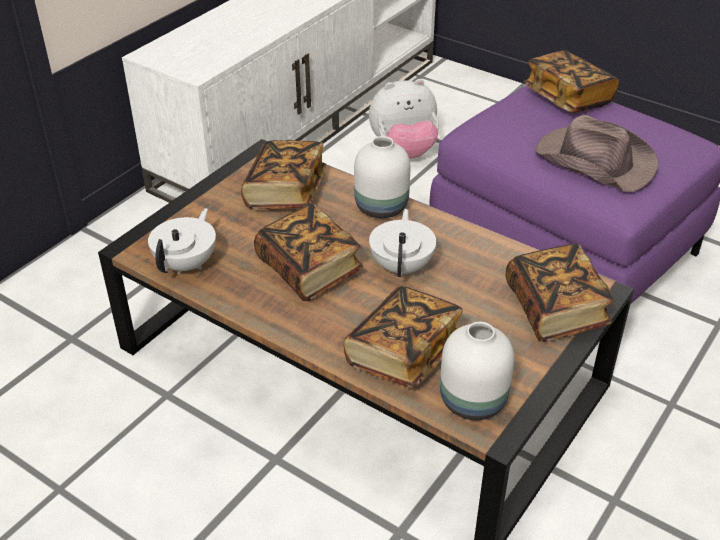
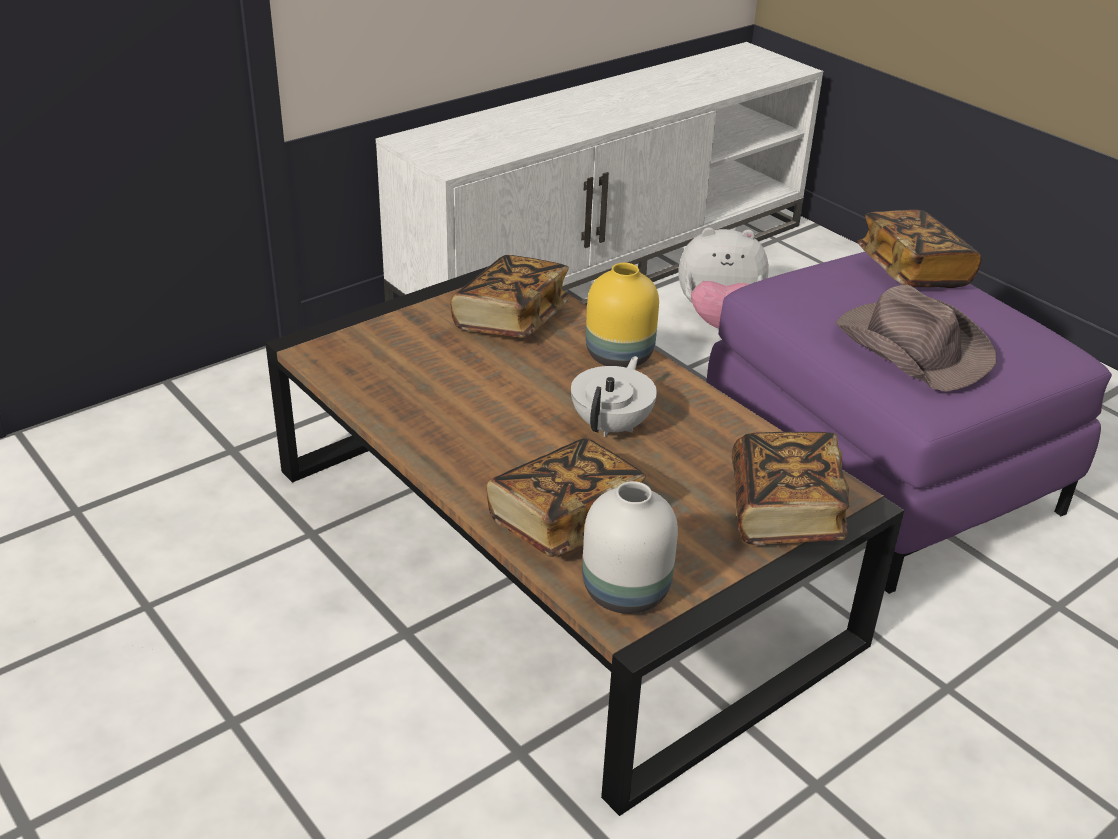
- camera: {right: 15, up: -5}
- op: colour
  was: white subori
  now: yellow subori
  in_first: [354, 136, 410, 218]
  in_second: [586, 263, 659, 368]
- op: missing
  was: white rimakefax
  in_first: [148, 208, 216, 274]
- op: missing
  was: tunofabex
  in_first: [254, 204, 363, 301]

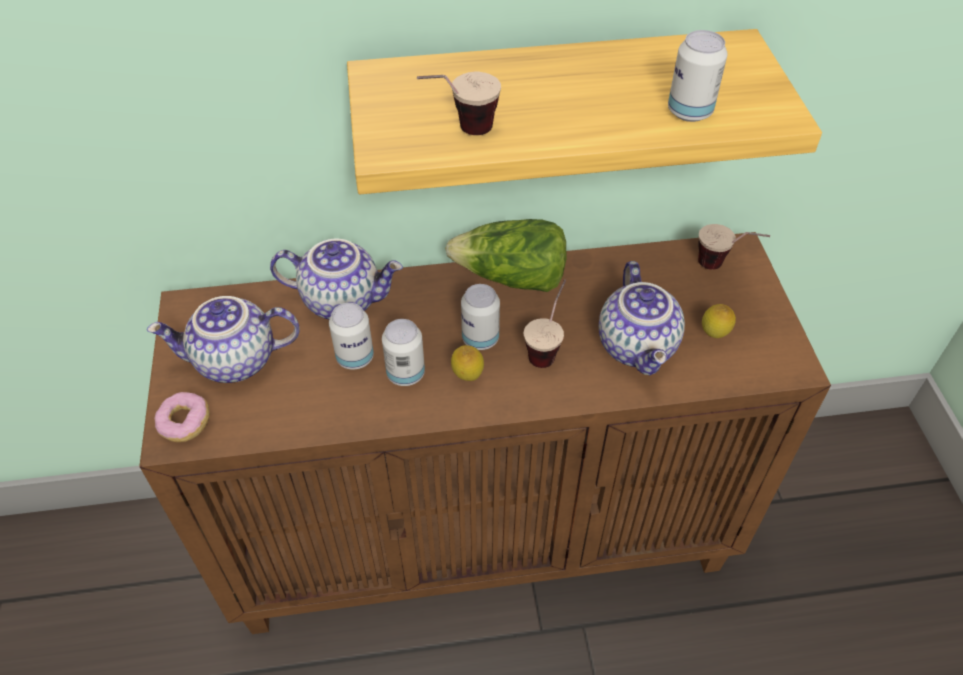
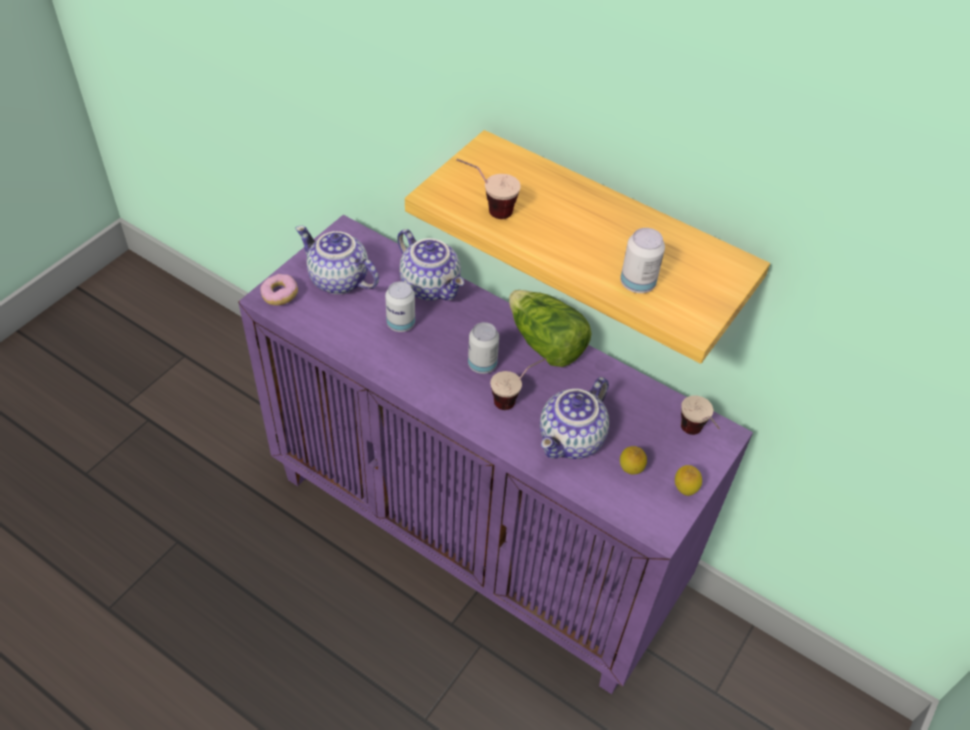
- camera: {right: 40, up: 0}
- op: colour
  was: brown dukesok
  now: purple dukesok
  in_first: [139, 232, 831, 634]
  in_second: [238, 215, 753, 694]
- op: relocated
  was: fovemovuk
  in_first: [451, 345, 484, 381]
  in_second: [675, 465, 702, 496]
- op: missing
  was: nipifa
  in_first: [382, 319, 425, 386]

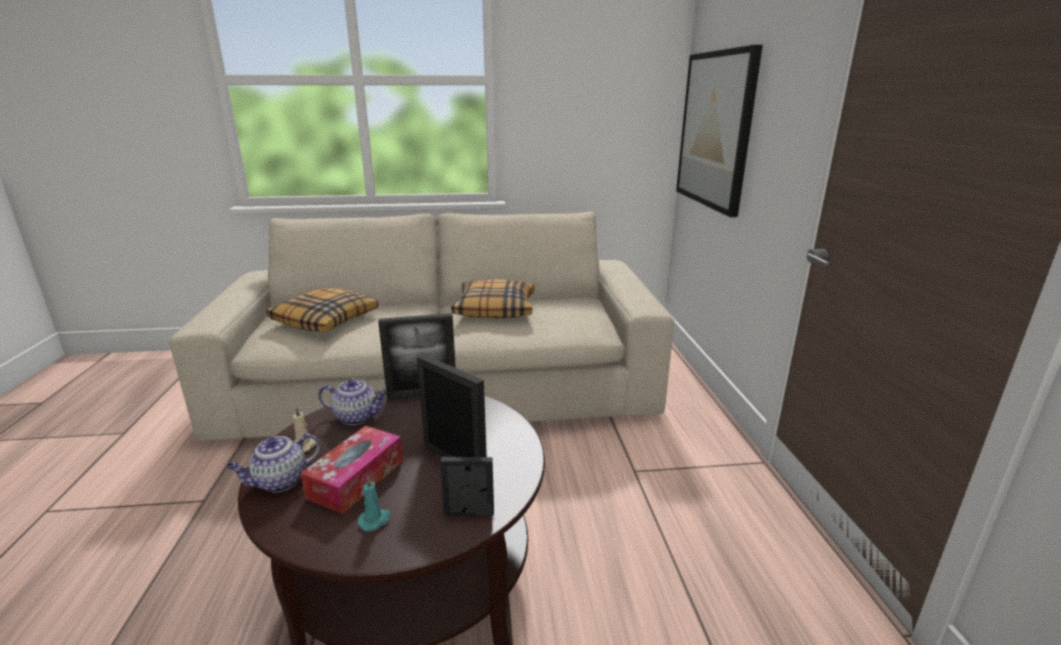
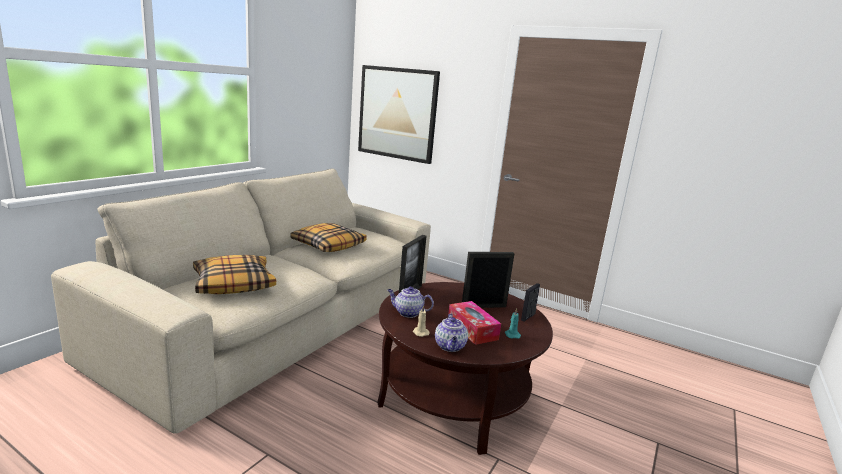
- camera: {right: -55, up: -5}
- op: spun
  was: rimakefax
  in_first: [318, 379, 388, 425]
  in_second: [387, 286, 434, 318]
  clockwise: -120

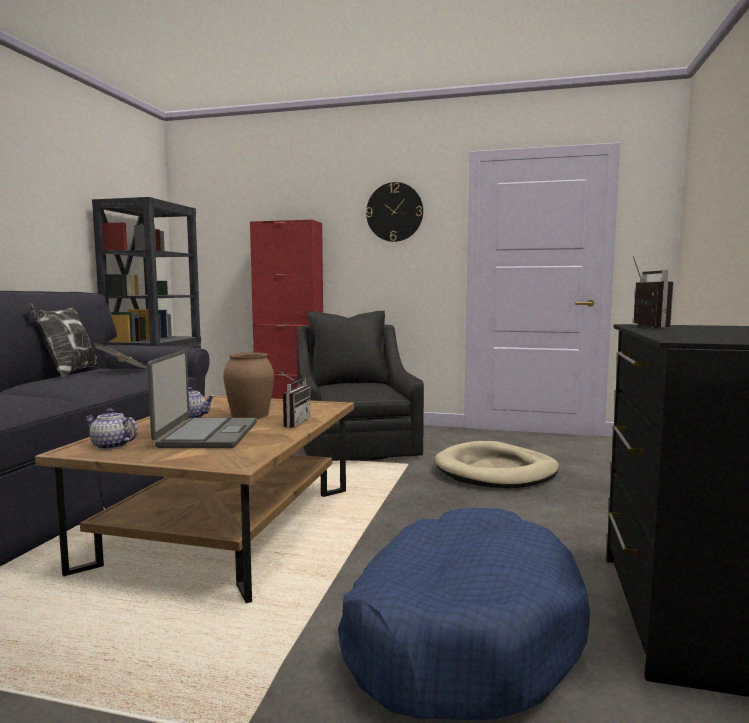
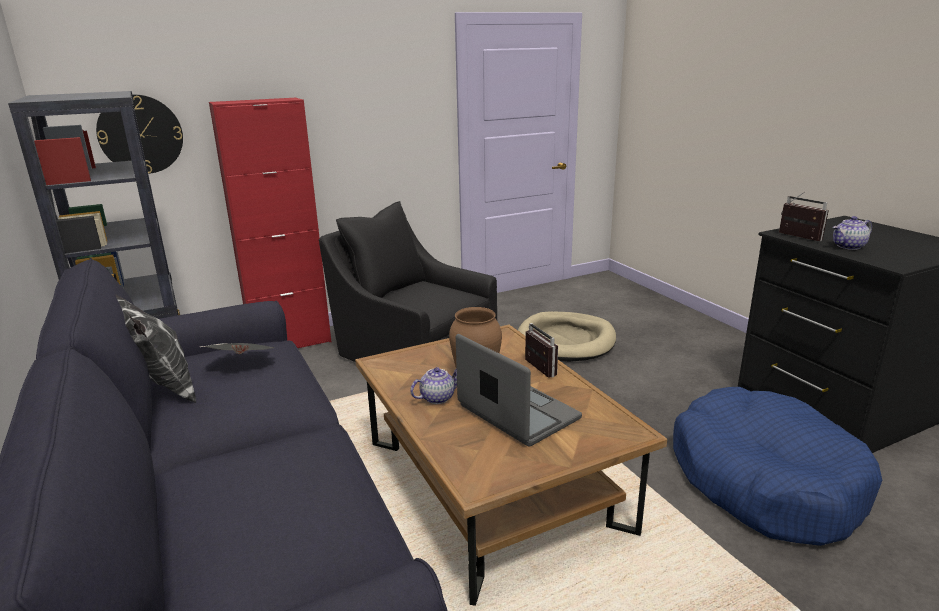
- camera: {right: -40, up: 15}
- op: relocated
  was: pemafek
  in_first: [366, 182, 423, 242]
  in_second: [96, 94, 183, 174]
- op: relocated
  was: rimakefax
  in_first: [85, 409, 138, 450]
  in_second: [833, 216, 872, 250]

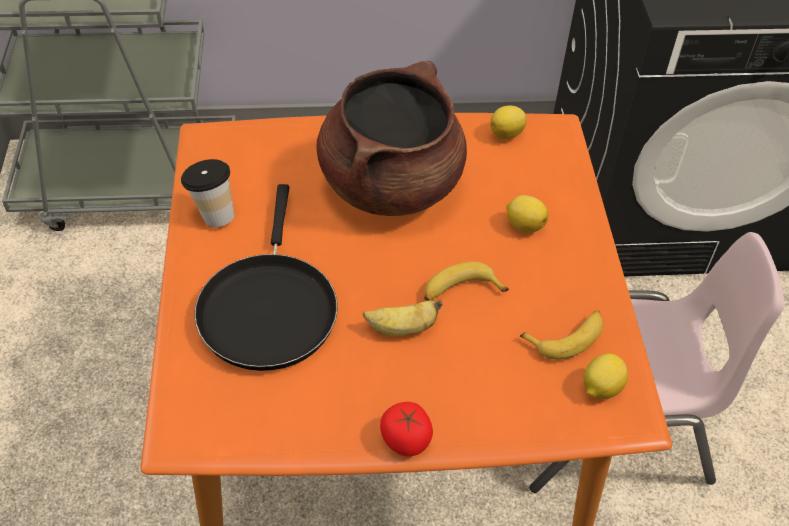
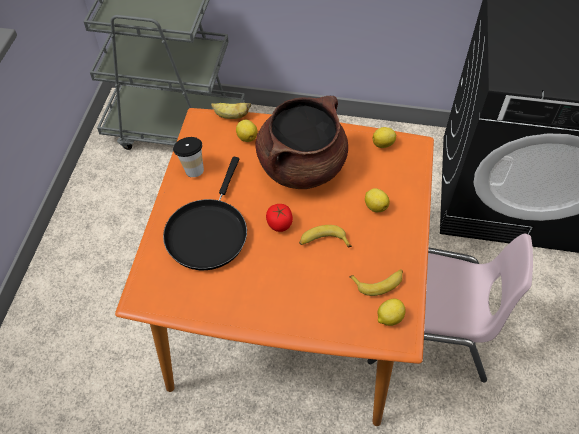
- camera: {right: 15, up: 5}
- op: relocated
  was: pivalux
  in_first: [363, 300, 443, 336]
  in_second: [211, 103, 251, 119]
- op: appeared
  now: fovemovuk
  in_second: [236, 120, 258, 142]
- op: relocated
  was: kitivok
  in_first: [380, 402, 433, 456]
  in_second: [266, 204, 293, 232]

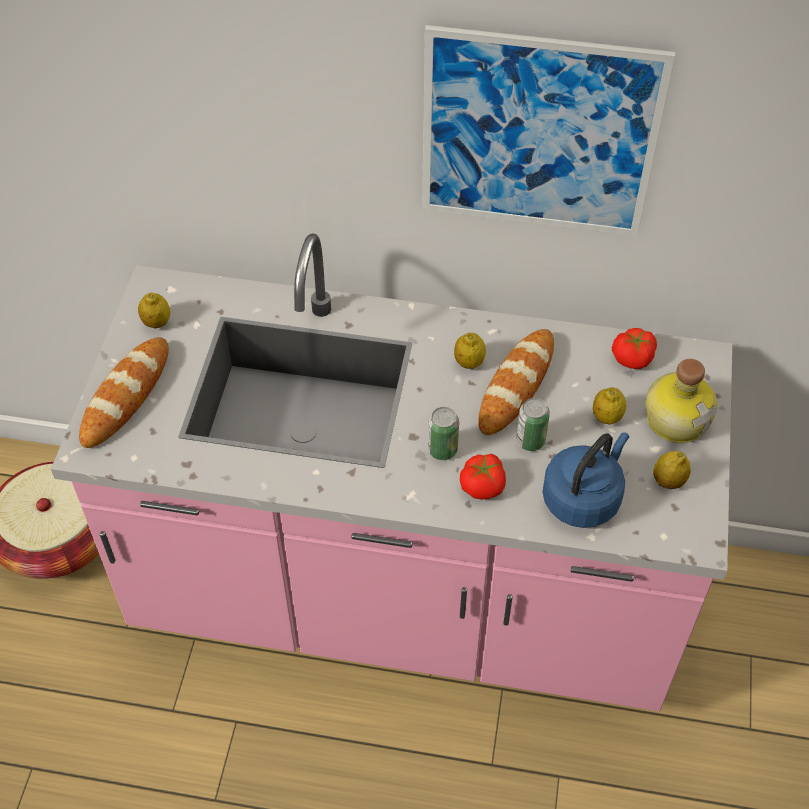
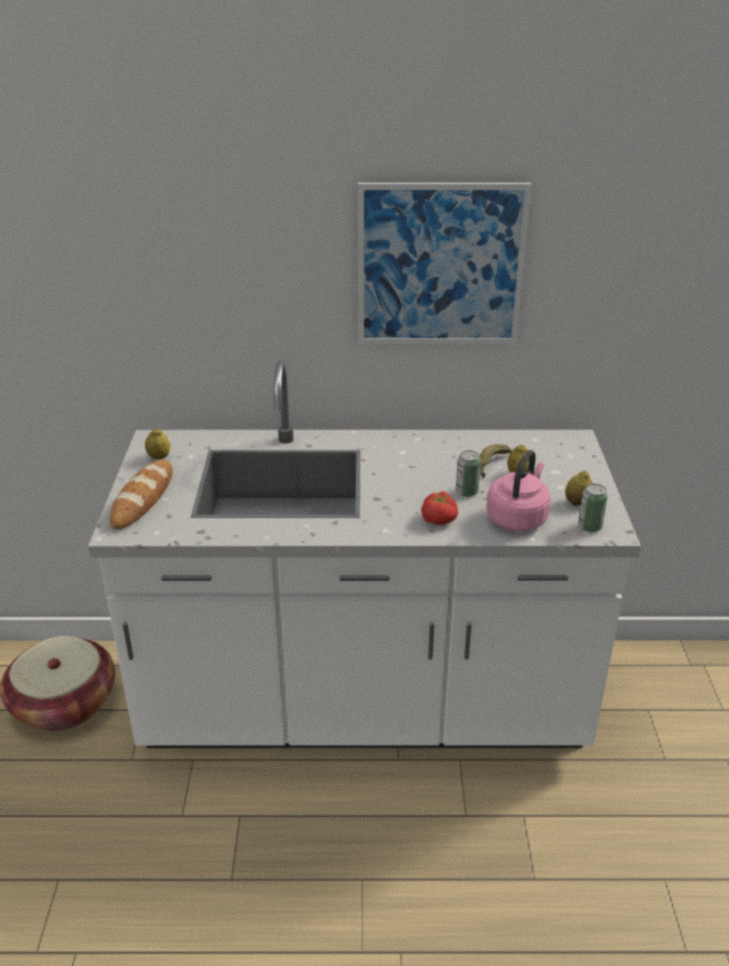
- camera: {right: -10, up: -20}
- op: colour
  was: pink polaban
  now: white polaban
  in_first: [51, 234, 732, 711]
  in_second: [88, 361, 641, 748]
- op: appeared
  now: pivalux
  in_second: [479, 444, 512, 478]
- op: colour
  was: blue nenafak
  now: pink nenafak
  in_first: [542, 432, 629, 528]
  in_second: [486, 450, 551, 531]
- op: relocated
  was: nipifa
  in_first: [428, 407, 459, 460]
  in_second: [578, 484, 608, 532]
- op: missing
  was: fovemovuk
  in_first: [454, 333, 486, 369]
- op: missing
  was: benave
  in_first: [478, 329, 554, 435]
- op: missing
  was: kitivok
  in_first: [612, 328, 657, 369]
- op: missing
  was: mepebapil
  in_first: [646, 359, 717, 443]

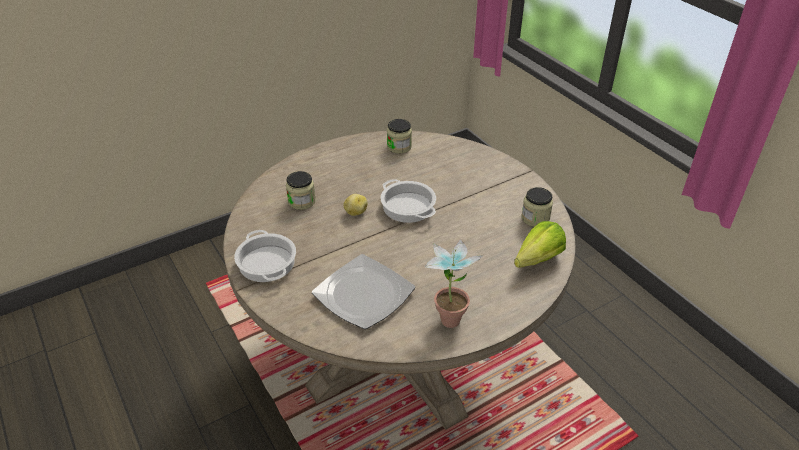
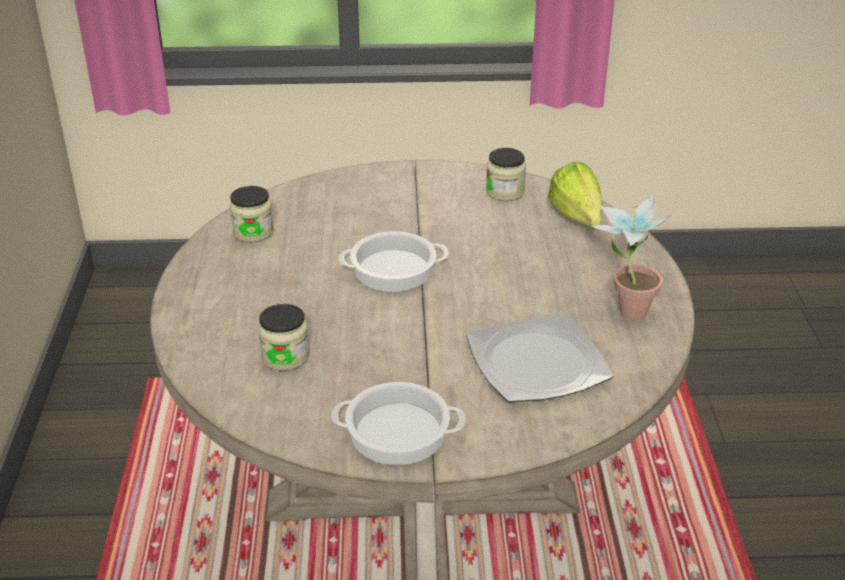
- camera: {right: -60, up: -5}
- op: missing
  was: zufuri
  in_first: [343, 194, 367, 216]

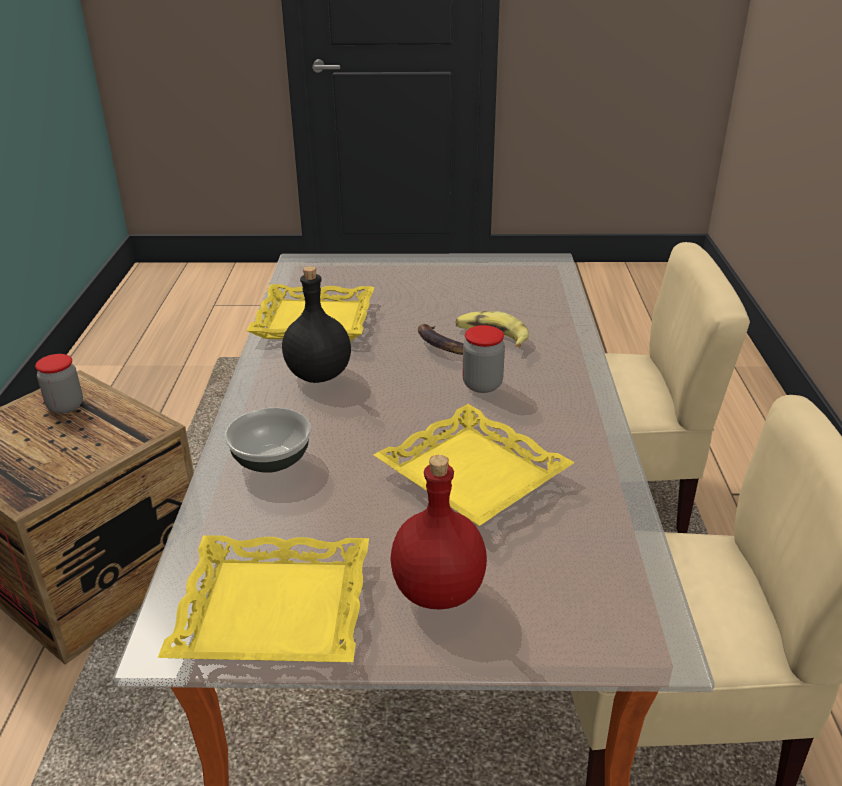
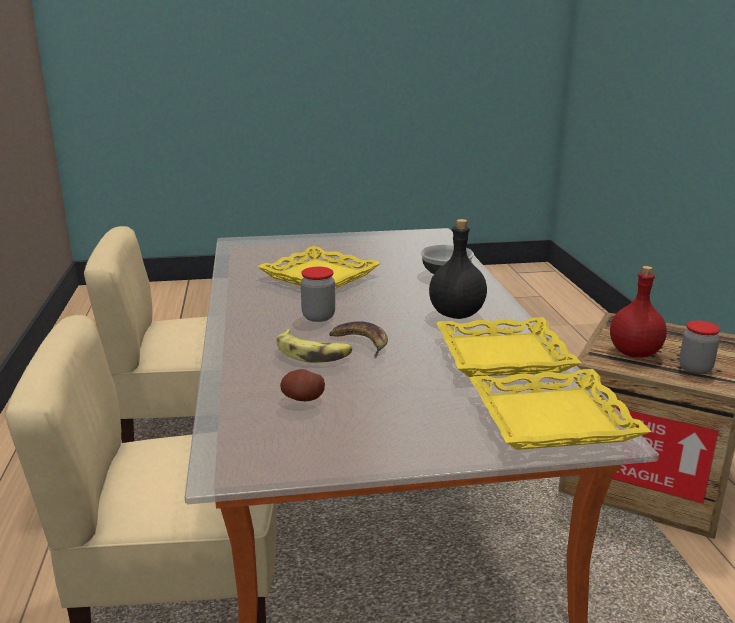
- camera: {right: 170, up: -10}
- op: appeared
  now: zufuri
  in_second: [280, 369, 325, 401]
- op: relocated
  was: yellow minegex
  in_first: [158, 535, 369, 662]
  in_second: [469, 369, 651, 450]
- op: relocated
  was: red mepebapil
  in_first: [390, 455, 487, 610]
  in_second: [610, 266, 667, 358]

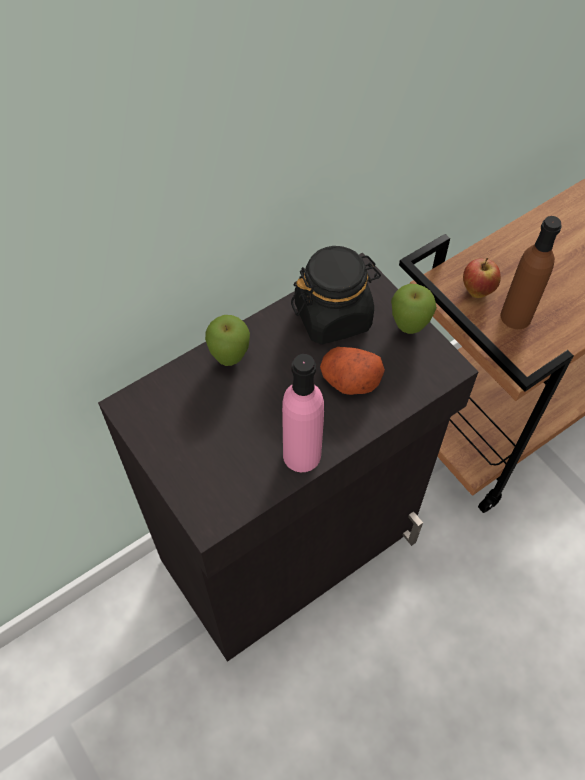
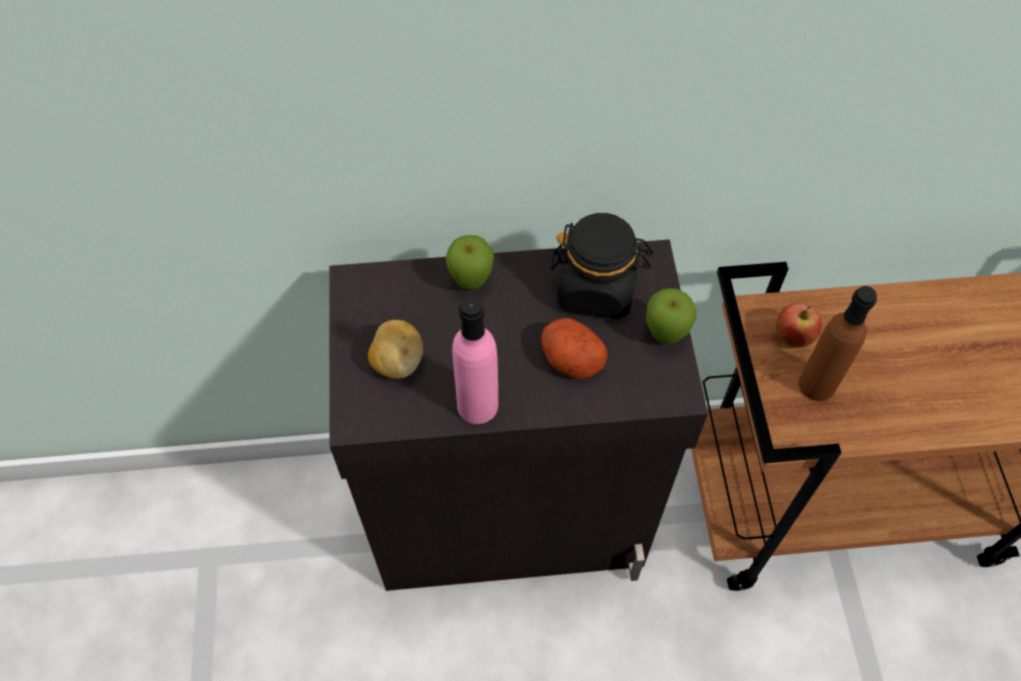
- camera: {right: 30, up: 0}
- op: appeared
  now: zufuri
  in_second: [368, 320, 423, 379]

